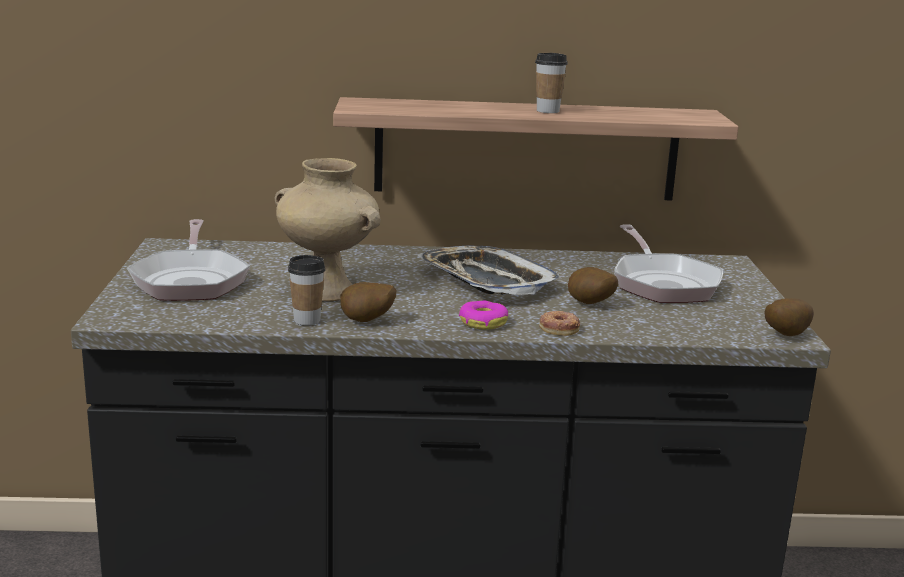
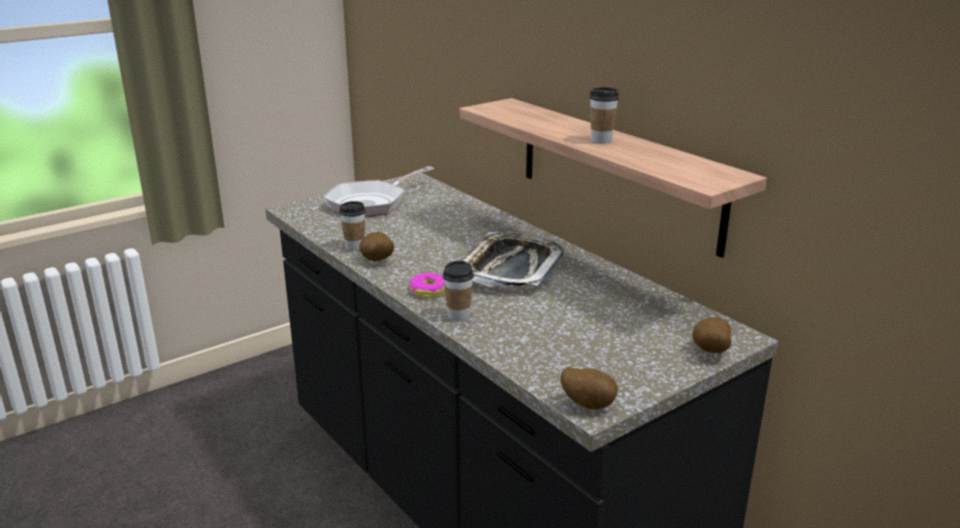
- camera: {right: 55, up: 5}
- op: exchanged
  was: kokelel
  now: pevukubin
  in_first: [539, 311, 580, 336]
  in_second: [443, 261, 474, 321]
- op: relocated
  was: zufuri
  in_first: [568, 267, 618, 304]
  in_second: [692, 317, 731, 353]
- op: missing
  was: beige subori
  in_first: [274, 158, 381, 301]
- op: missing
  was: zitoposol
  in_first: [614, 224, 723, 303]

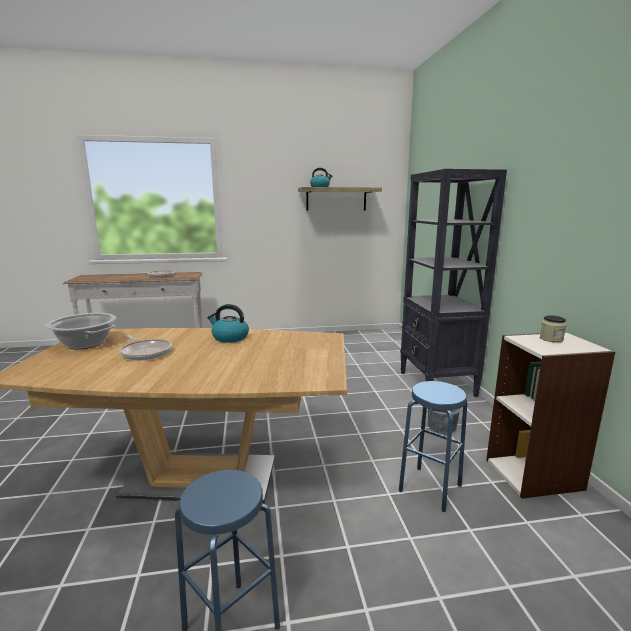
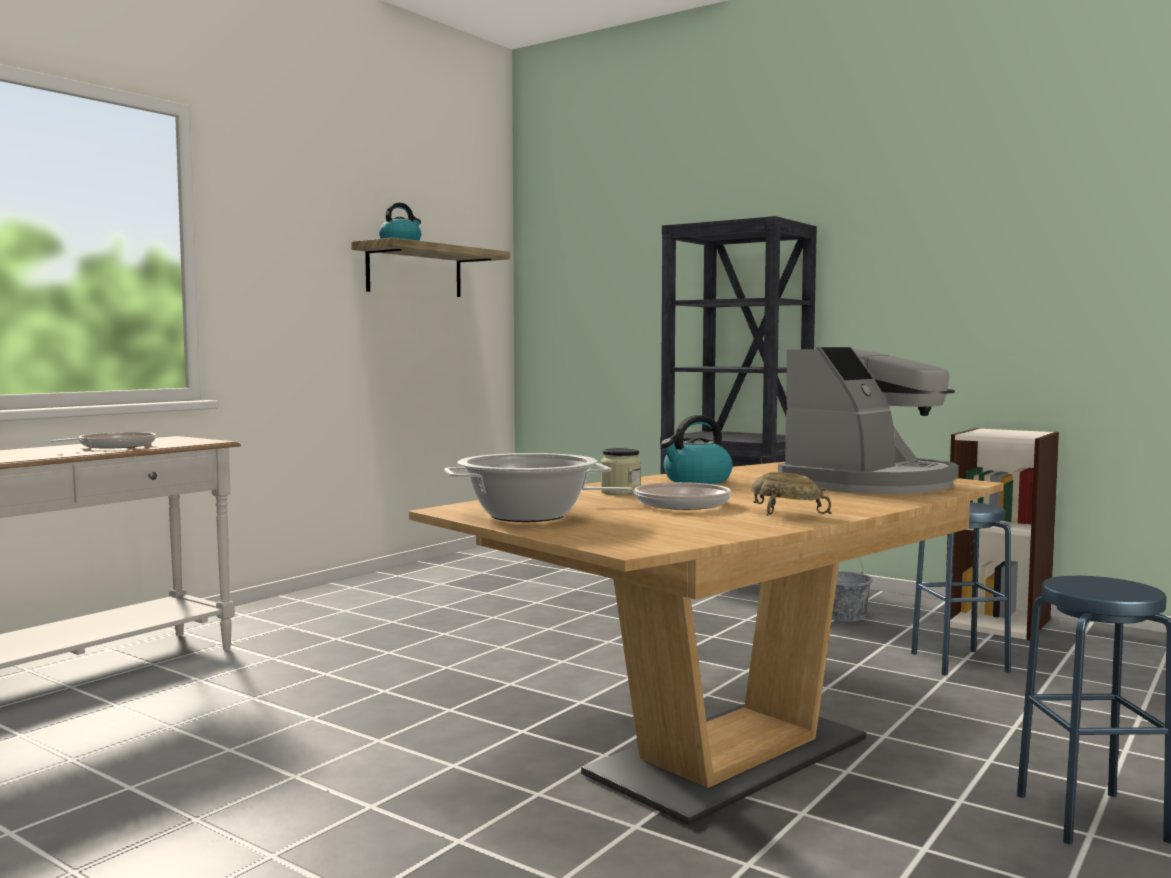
- camera: {right: -45, up: -10}
- op: relocated
  was: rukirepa
  in_first: [540, 315, 566, 342]
  in_second: [601, 448, 641, 495]
- op: appeared
  now: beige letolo
  in_second: [751, 472, 832, 516]
- op: appeared
  now: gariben
  in_second: [778, 347, 959, 494]

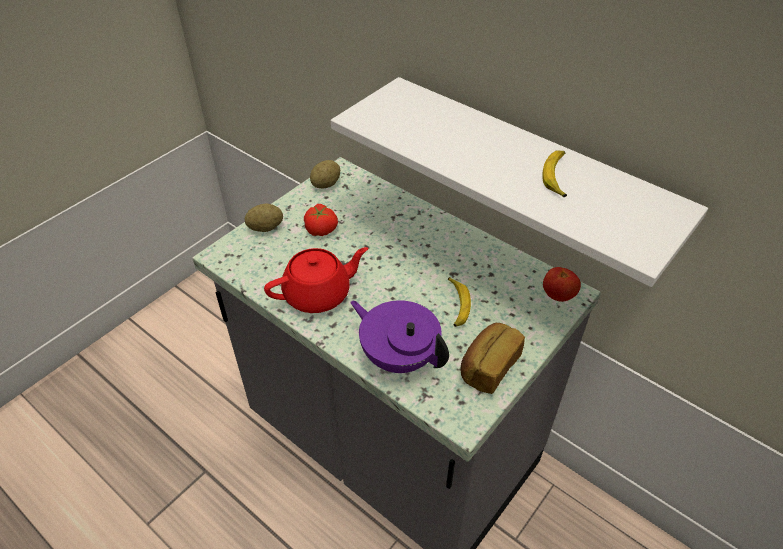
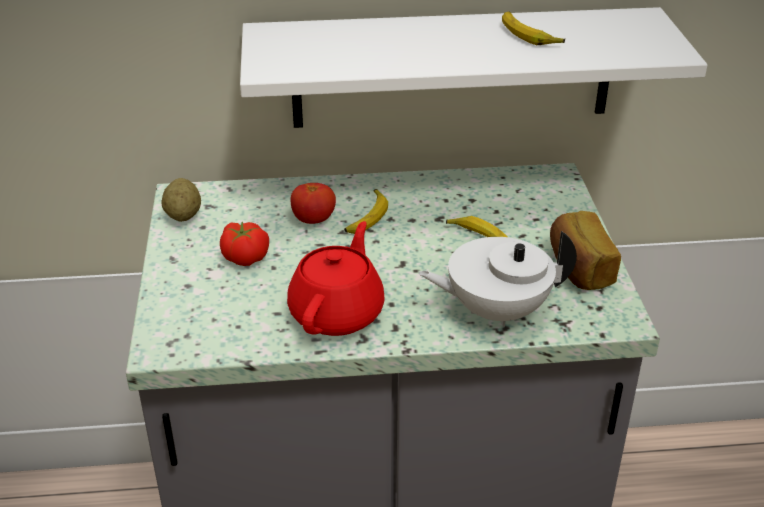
- camera: {right: -45, up: -10}
- op: relocated
  was: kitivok
  in_first: [543, 267, 581, 302]
  in_second: [291, 183, 336, 224]
- op: appeared
  now: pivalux
  in_second: [344, 189, 388, 234]
- op: colour
  was: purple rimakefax
  now: white rimakefax
  in_first: [350, 300, 449, 373]
  in_second: [418, 231, 577, 327]
- op: missing
  was: zufuri
  in_first: [245, 203, 283, 232]

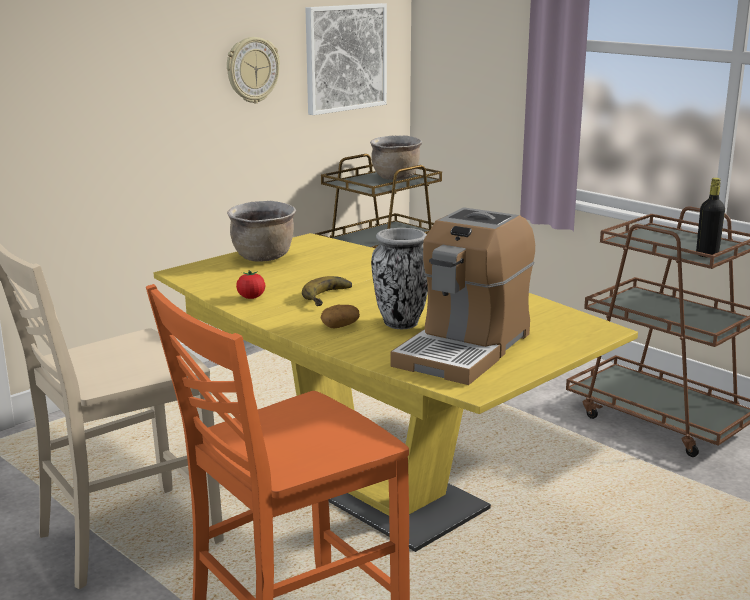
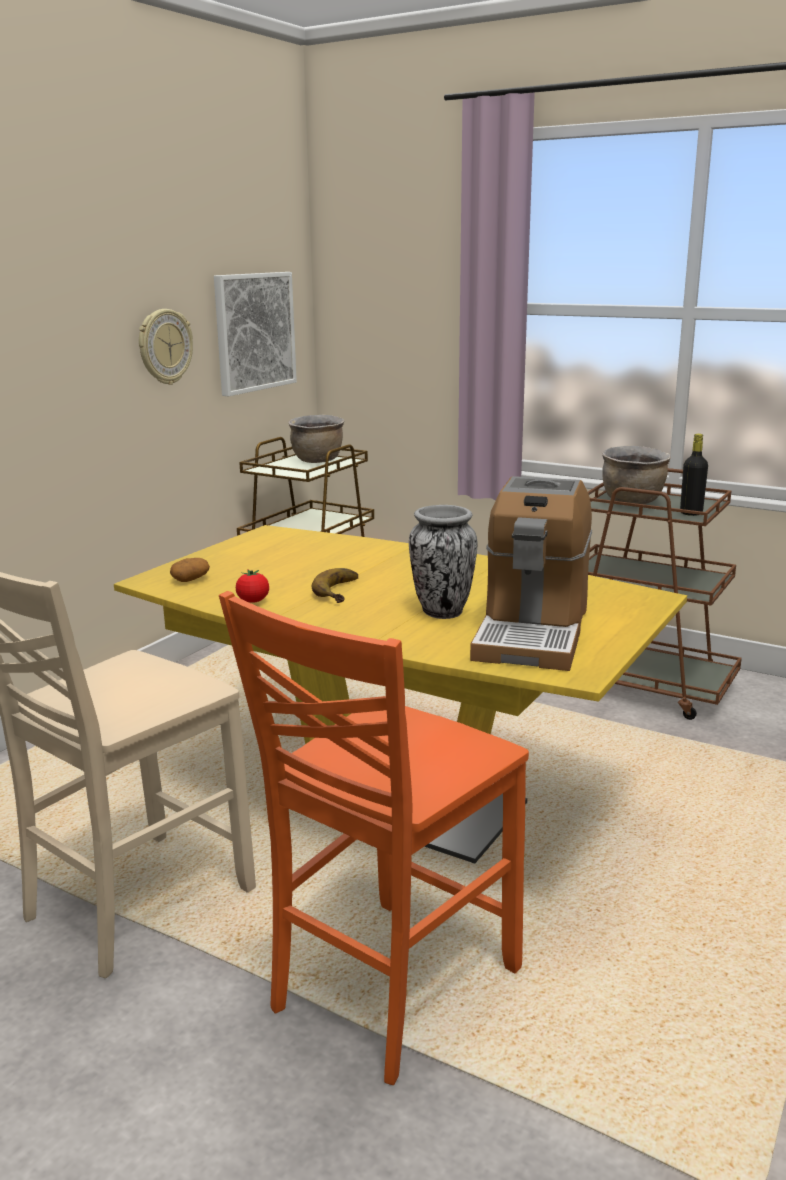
- camera: {right: -15, up: 0}
- op: relocated
  was: zufuri
  in_first: [321, 305, 360, 328]
  in_second: [170, 558, 210, 582]
- op: relocated
  was: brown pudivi
  in_first: [227, 201, 296, 262]
  in_second: [602, 446, 671, 504]

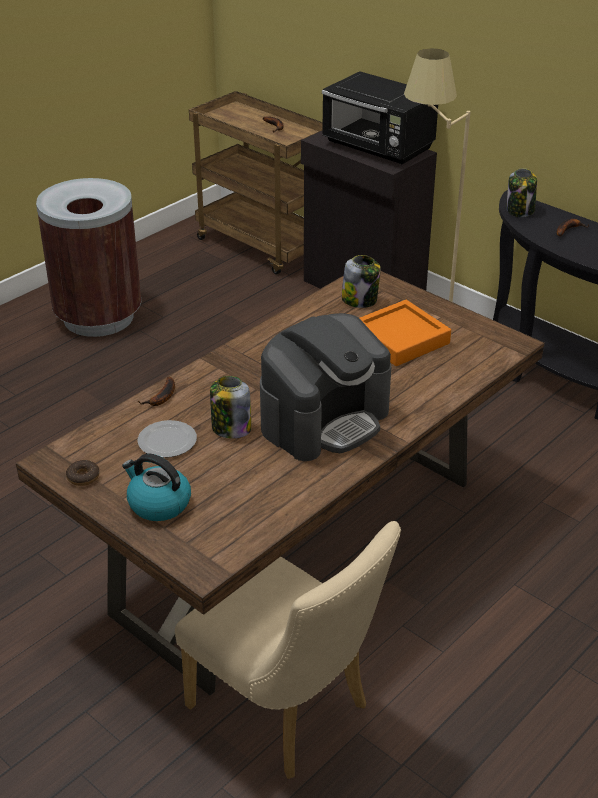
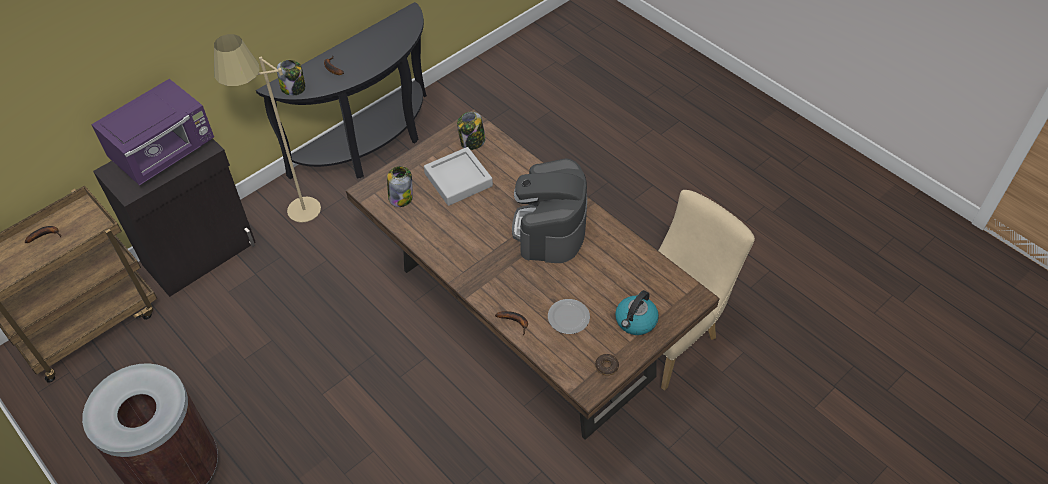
- camera: {right: -85, up: 15}
- op: colour
  was: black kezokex
  now: purple kezokex
  in_first: [322, 71, 438, 165]
  in_second: [91, 79, 214, 185]
- op: colour
  was: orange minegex
  now: grey minegex
  in_first: [360, 300, 451, 366]
  in_second: [424, 147, 493, 206]
- op: relocated
  was: rukirepa
  in_first: [210, 376, 251, 439]
  in_second: [457, 112, 486, 150]
- op: spun
  was: gariben
  in_first: [260, 313, 391, 461]
  in_second: [512, 158, 587, 263]
  clockwise: -135

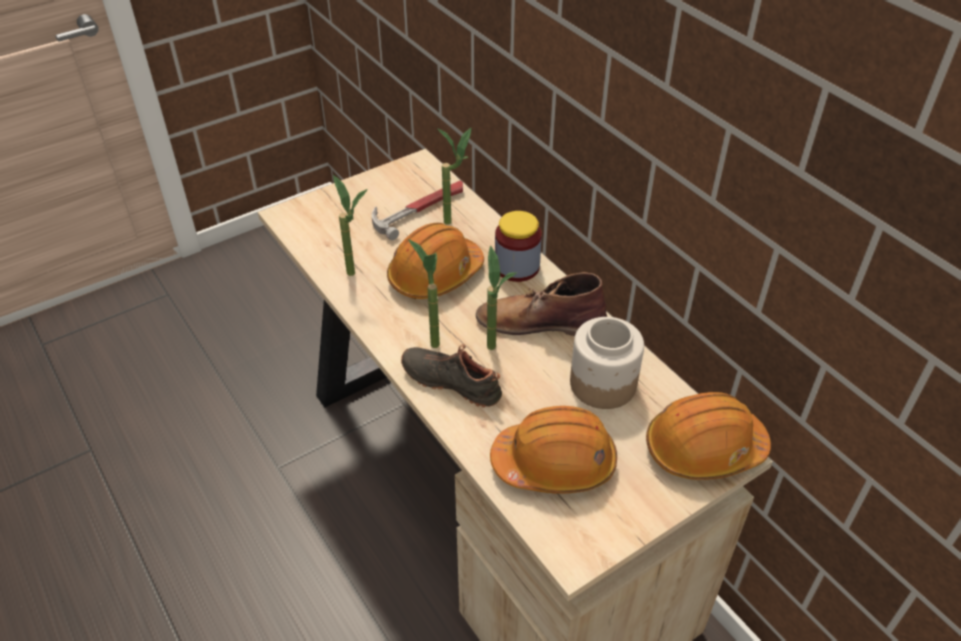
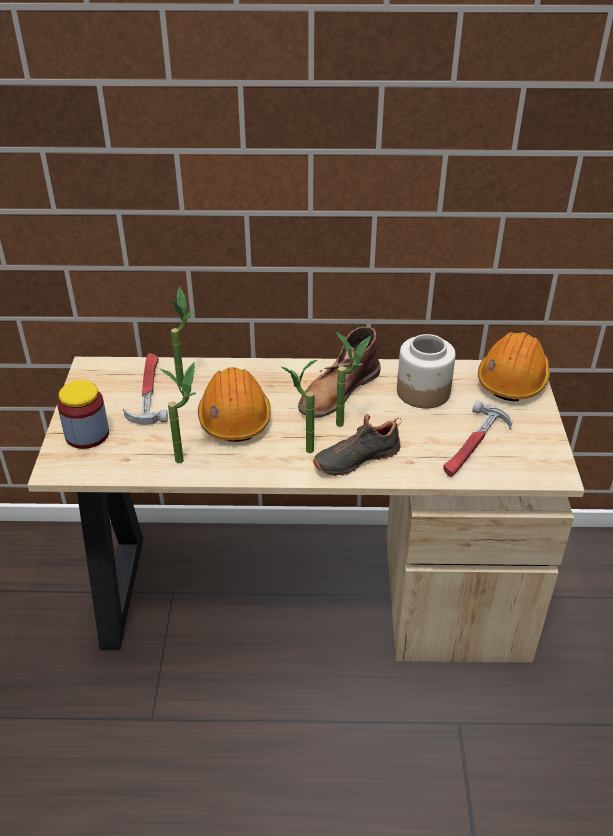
- camera: {right: -55, up: -5}
- op: relocated
  was: rukirepa
  in_first: [495, 211, 542, 282]
  in_second: [57, 380, 109, 449]
- op: exchanged
  was: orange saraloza
  now: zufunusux
  in_first: [490, 406, 617, 494]
  in_second: [443, 401, 512, 477]

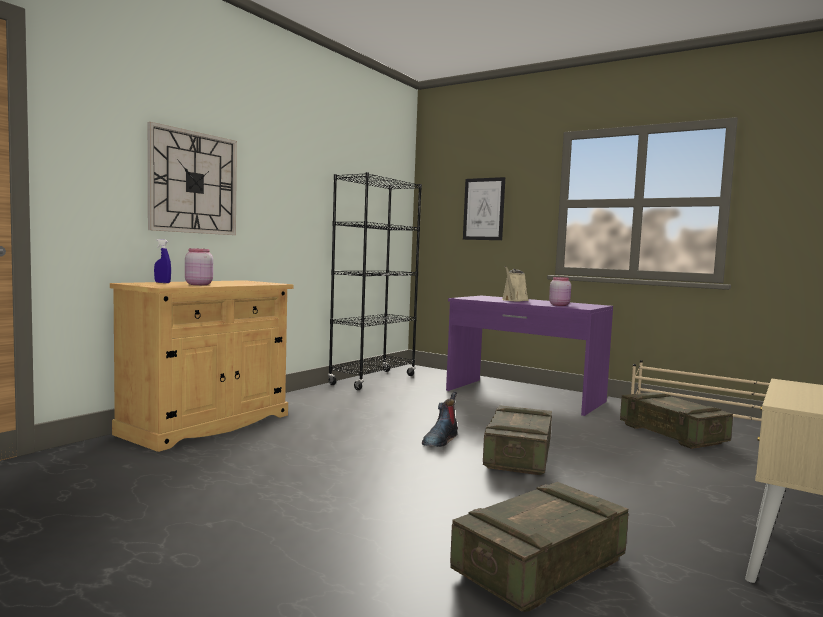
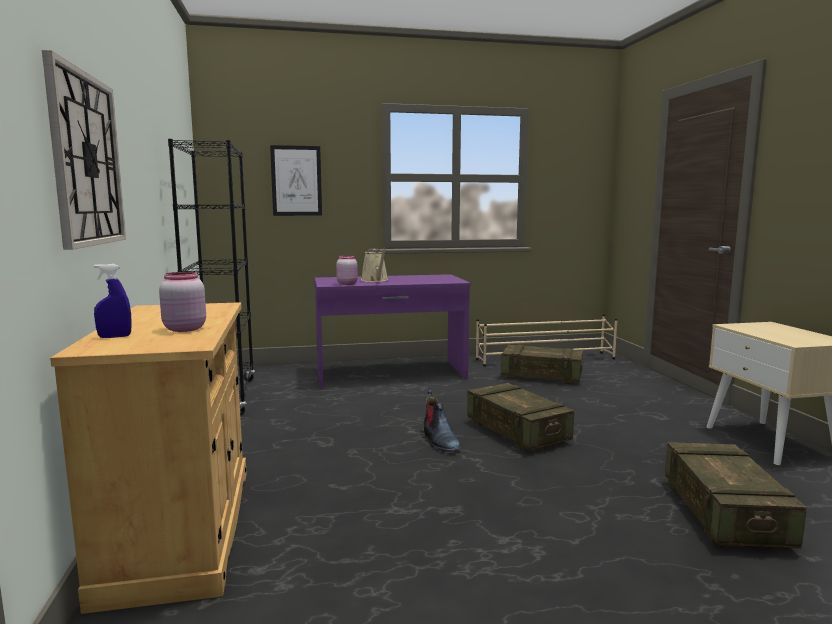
- camera: {right: -45, up: 5}
- op: relocated
  was: pink rukirepa
  in_first: [549, 277, 571, 306]
  in_second: [336, 255, 358, 285]

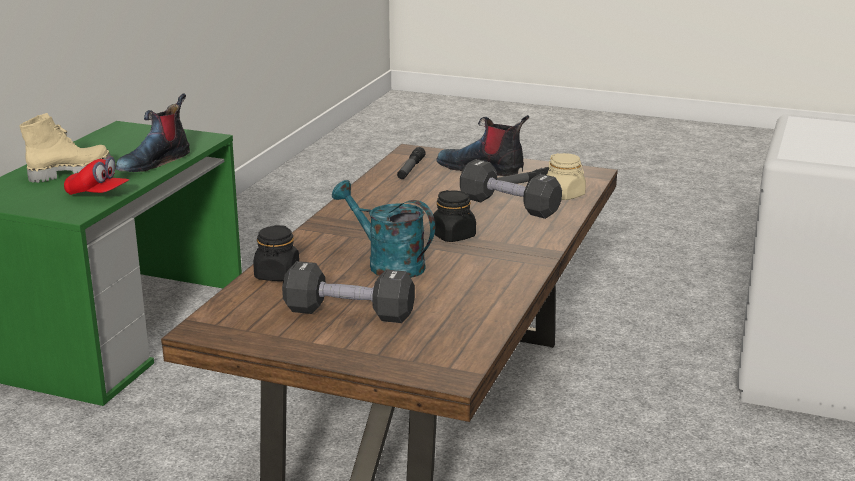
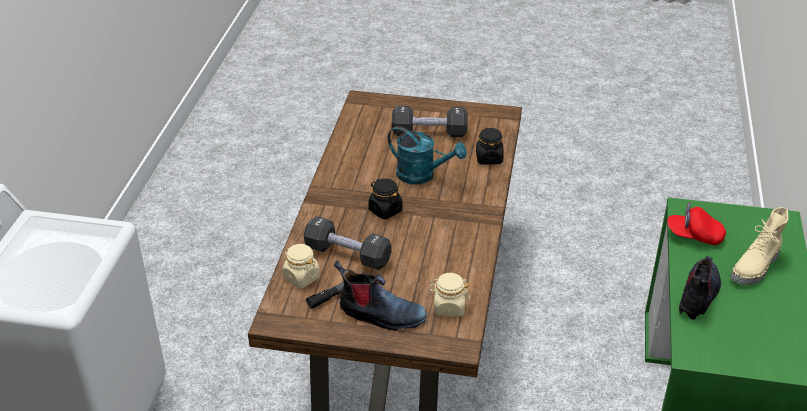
- camera: {right: 170, up: 15}
- op: exchanged
  was: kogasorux
  now: beige rukirepa
  in_first: [397, 147, 425, 179]
  in_second: [429, 273, 470, 317]

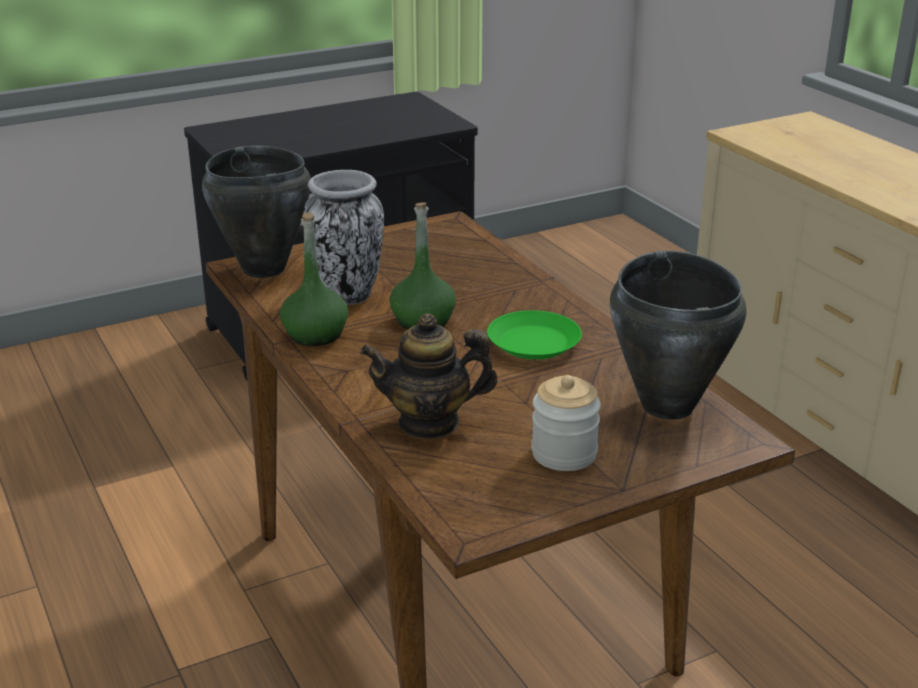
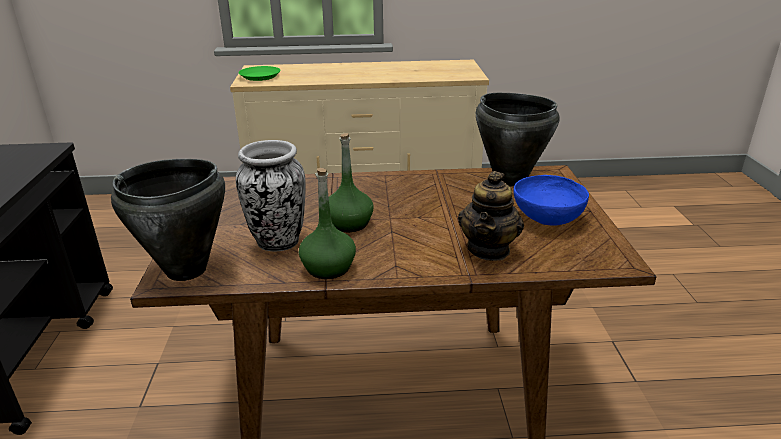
- camera: {right: -65, up: 0}
- op: relocated
  was: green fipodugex
  in_first: [487, 310, 582, 360]
  in_second: [238, 66, 281, 81]
- op: exchanged
  was: rukirepa
  now: blue letolo
  in_first: [531, 375, 601, 471]
  in_second: [513, 175, 589, 226]

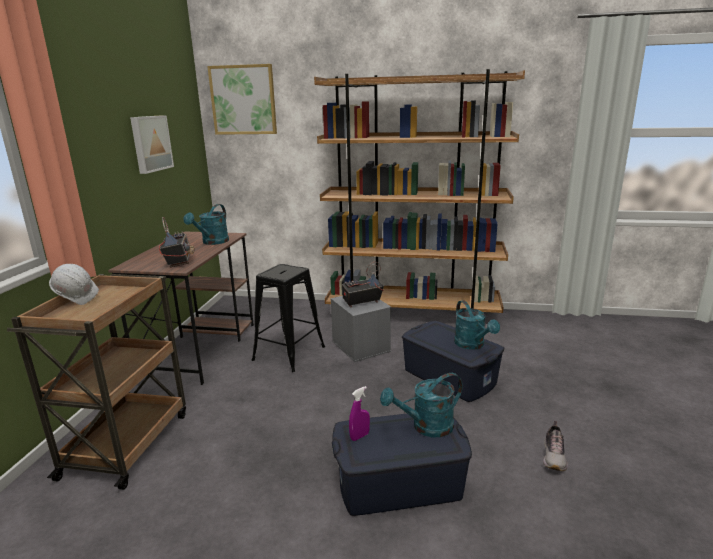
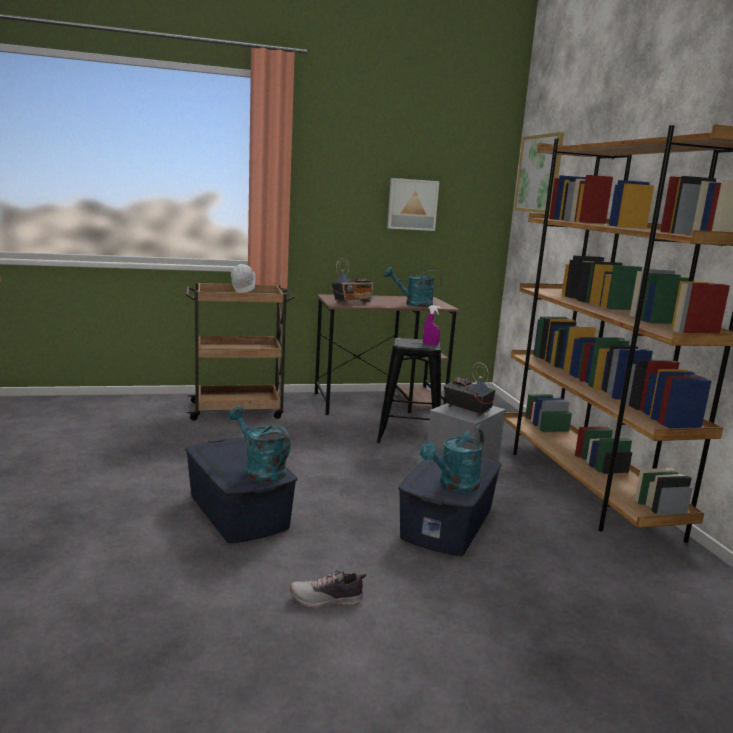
- camera: {right: 65, up: -5}
- op: relocated
  was: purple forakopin
  in_first: [349, 386, 370, 441]
  in_second: [423, 305, 440, 346]

